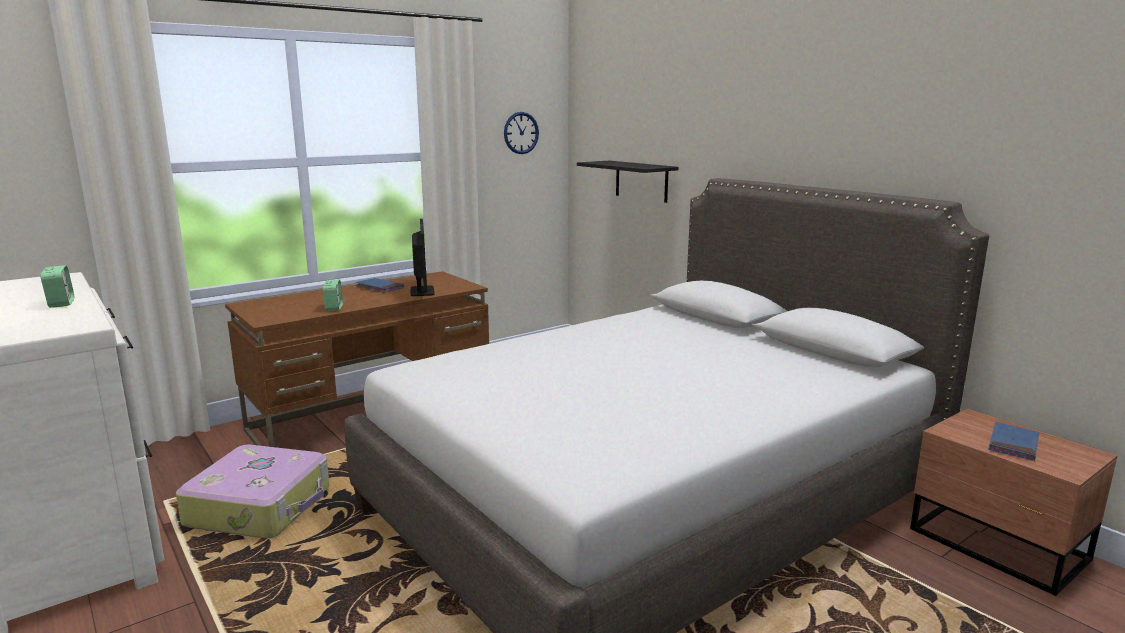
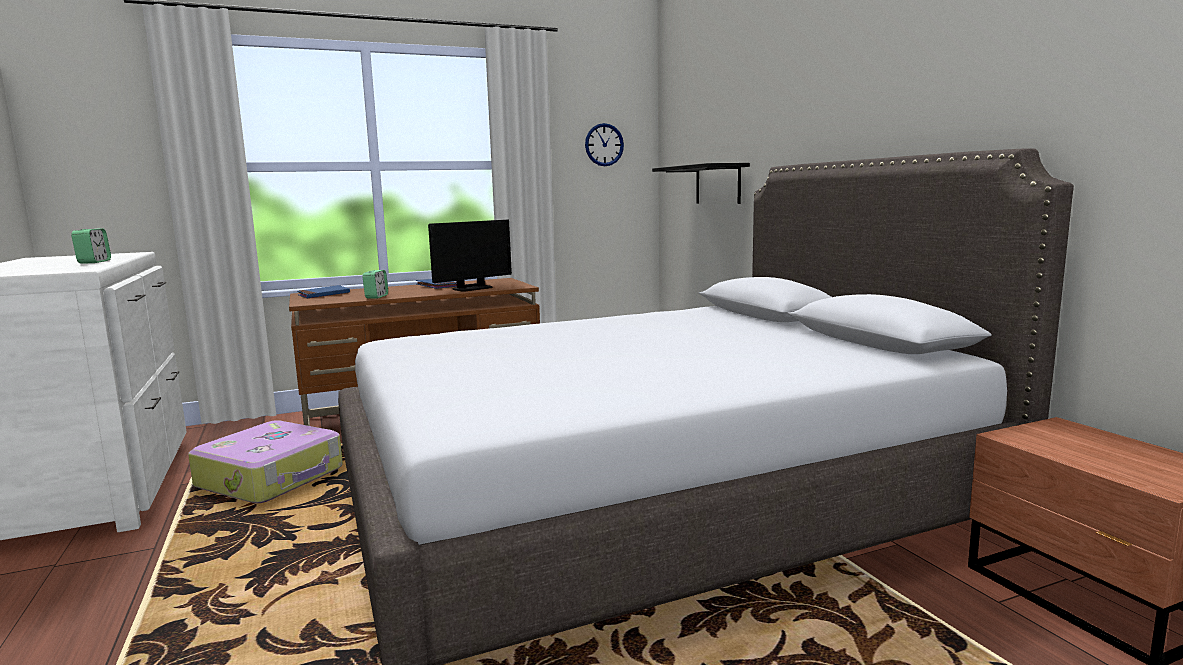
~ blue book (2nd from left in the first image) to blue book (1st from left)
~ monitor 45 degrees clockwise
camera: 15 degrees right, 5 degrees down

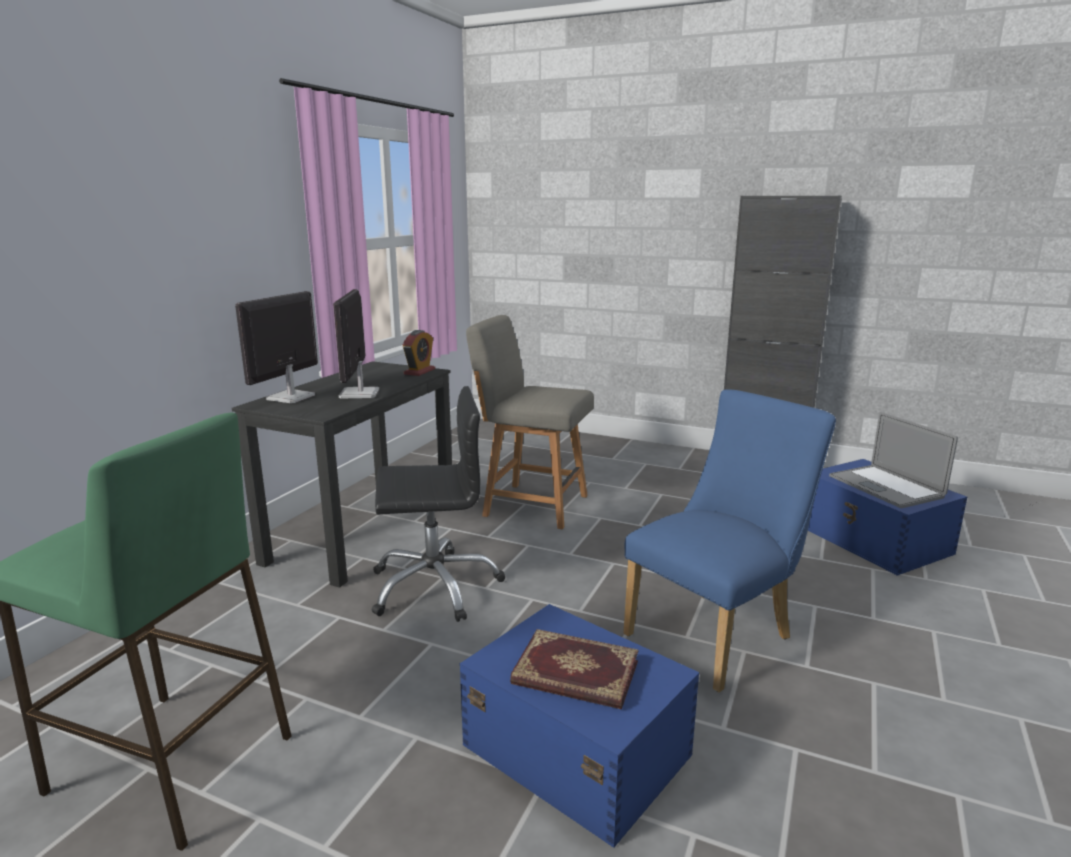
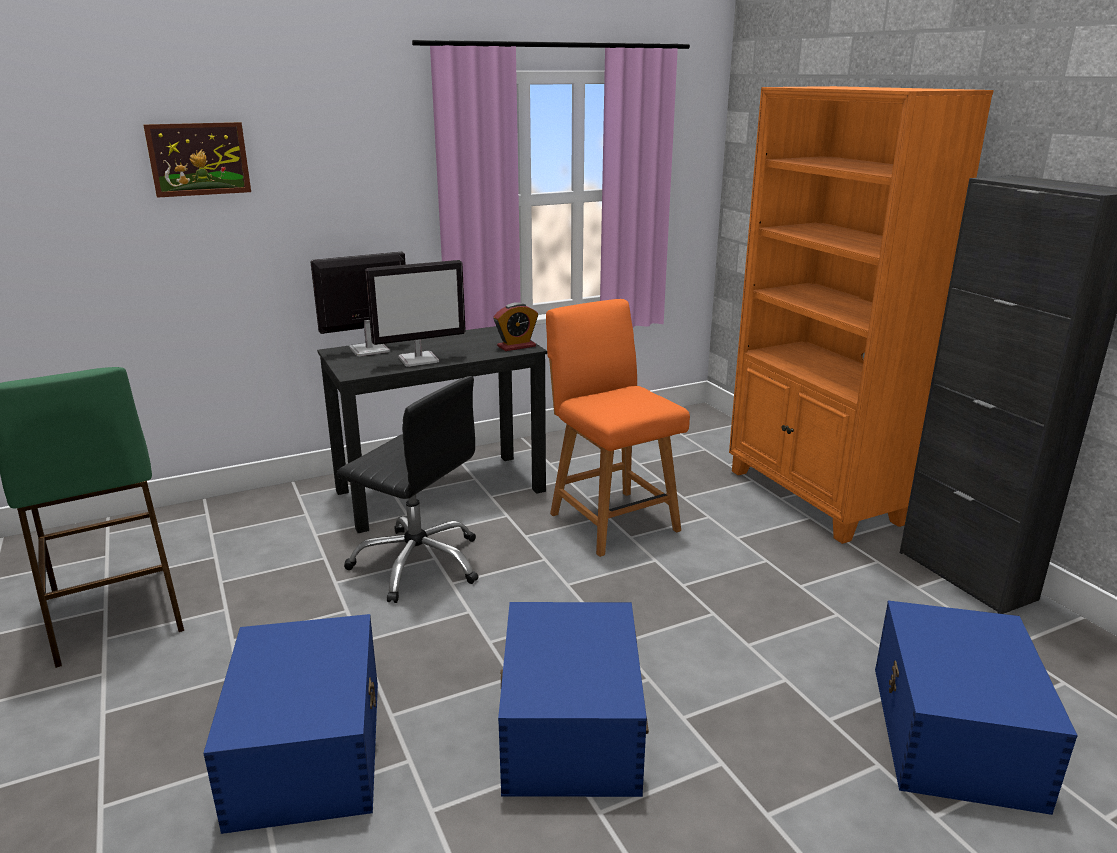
- book
- portable computer
+ wall art
+ orange bookcase
~ blue plain chair to blue storage box (2nd from left)
~ gray plain chair to orange plain chair
~ monitor (2nd from left) 150 degrees counterclockwise
camera: 40 degrees right, 5 degrees up

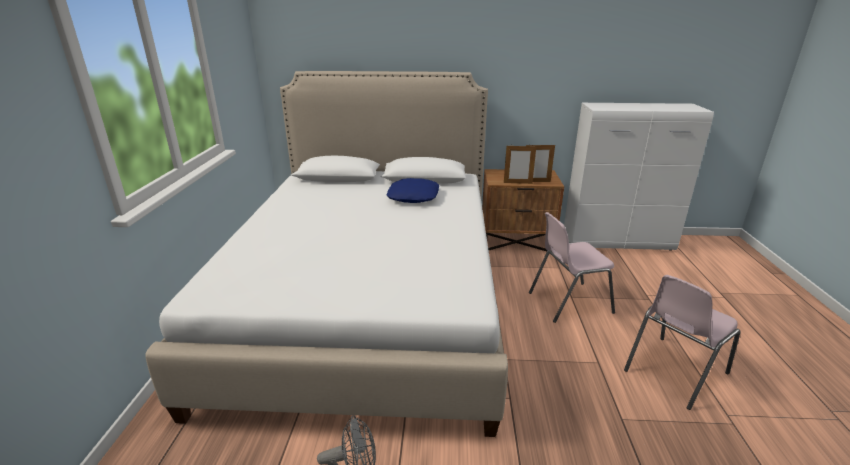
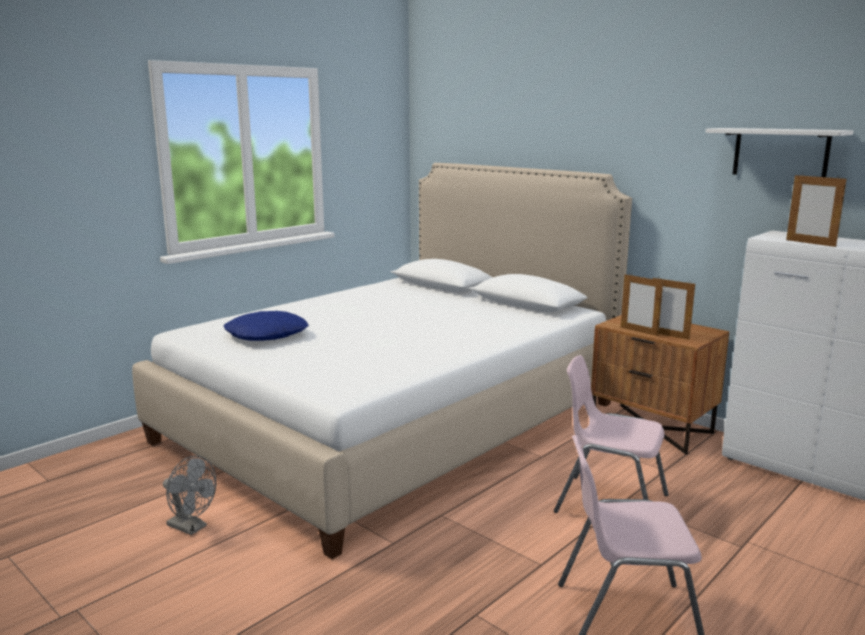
+ white bracket shelf
+ photo frame (3rd from left)
~ blue throw pillow
camera: 40 degrees right, 10 degrees down

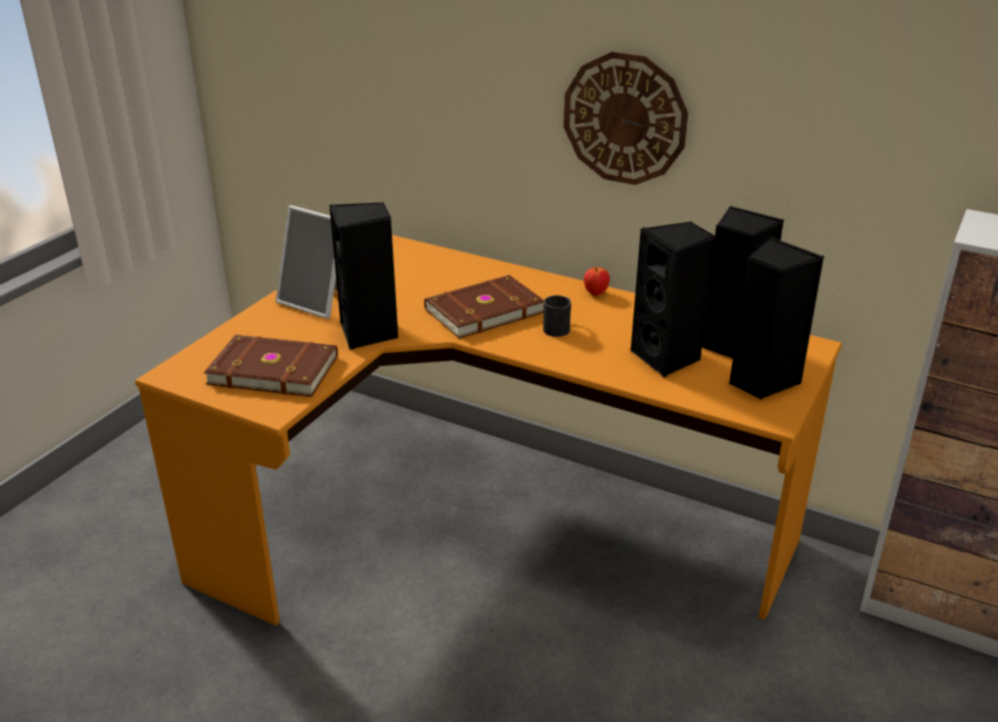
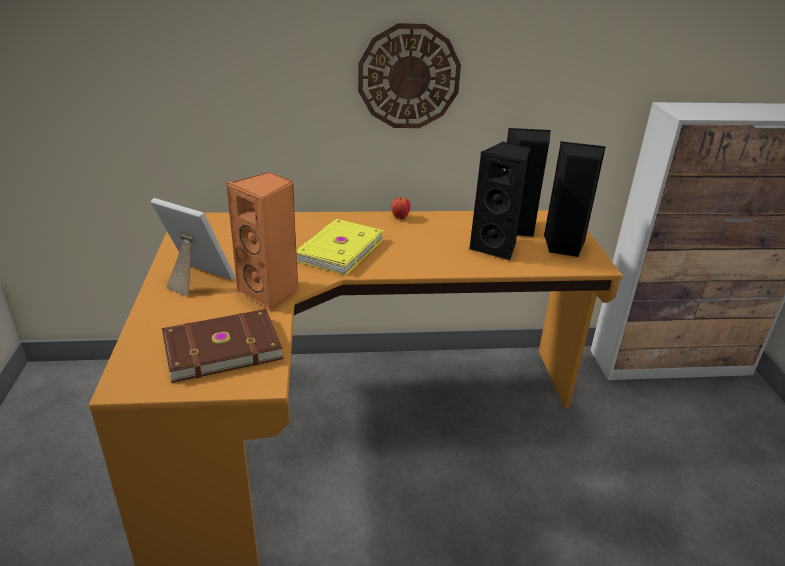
- black coffee mug
~ black speaker (1st from left) to orange speaker
~ brownish book (2nd from left) to yellow book
~ photo frame 150 degrees counterclockwise
camera: 35 degrees left, 0 degrees up

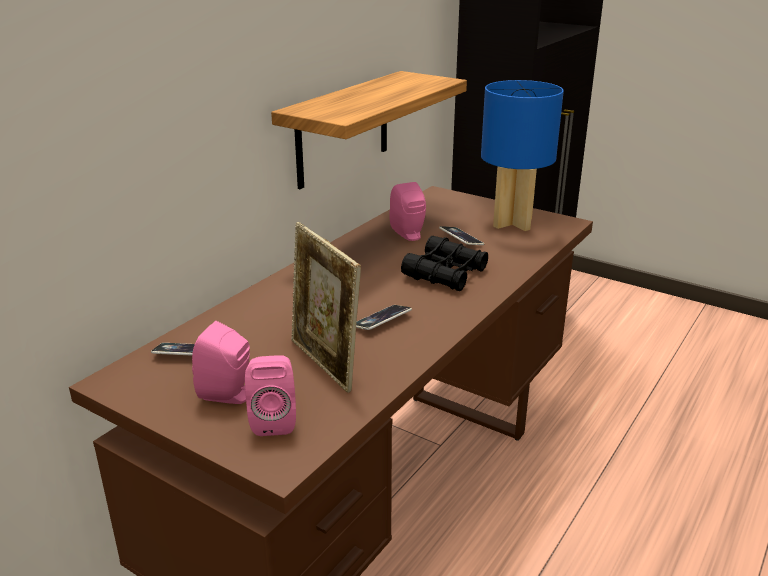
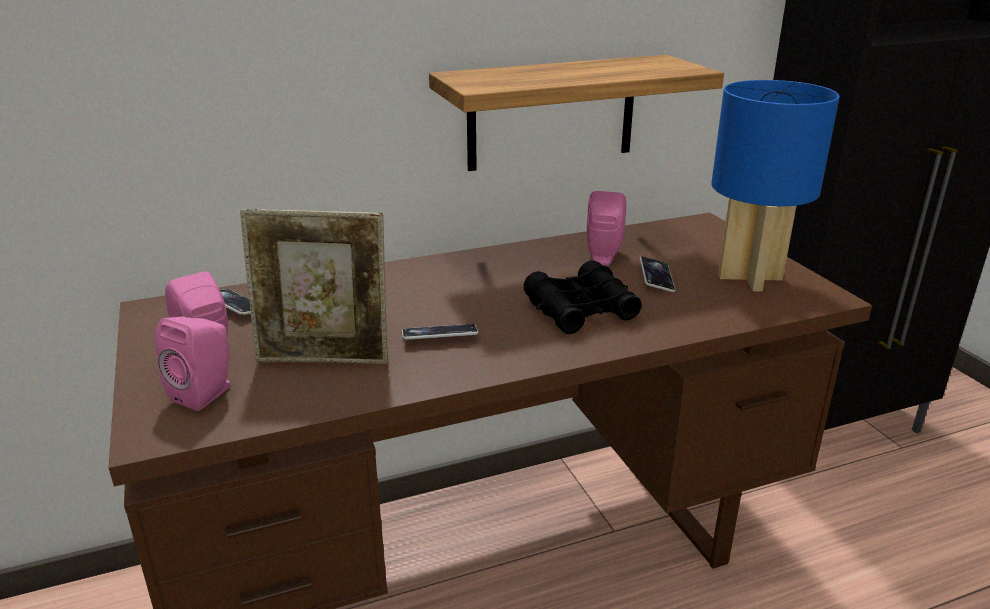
~ photo frame 90 degrees counterclockwise
camera: 35 degrees right, 0 degrees up

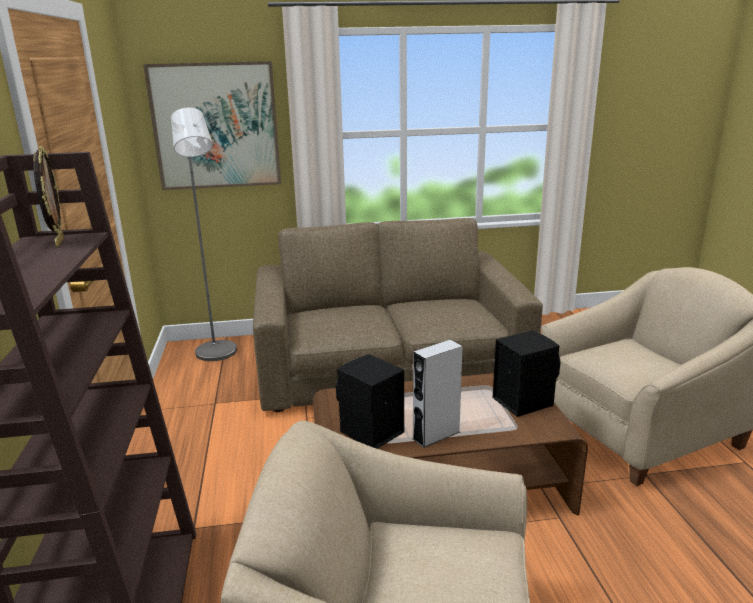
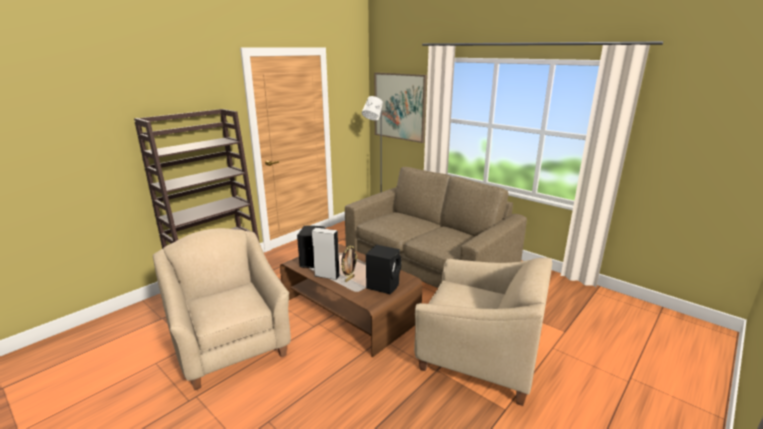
~ photo frame
camera: 50 degrees right, 0 degrees up

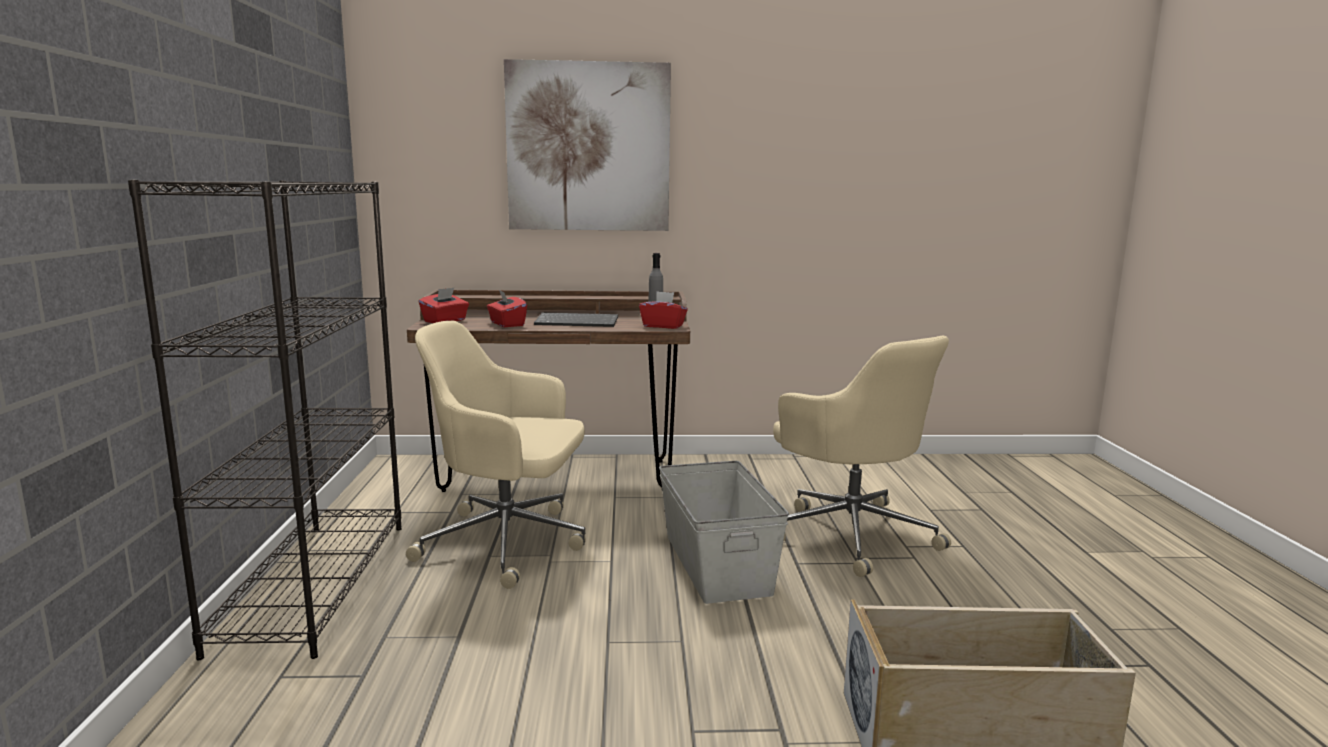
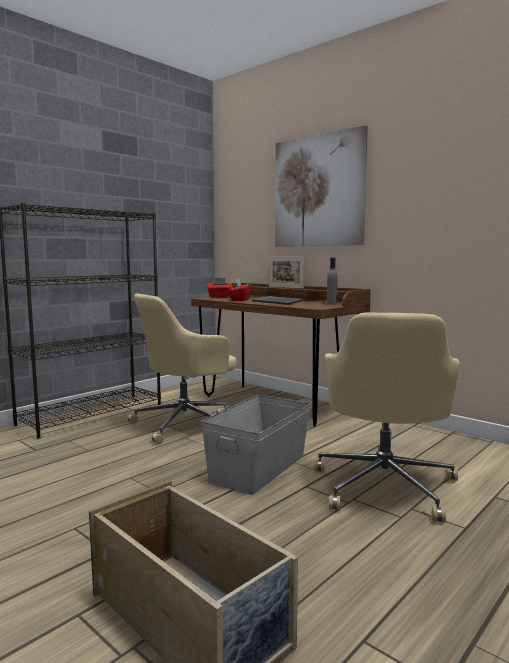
- red tissue box (3rd from left)
+ photo frame
~ sand-coloured office chair (1st from left) 90 degrees counterclockwise
camera: 45 degrees right, 5 degrees down

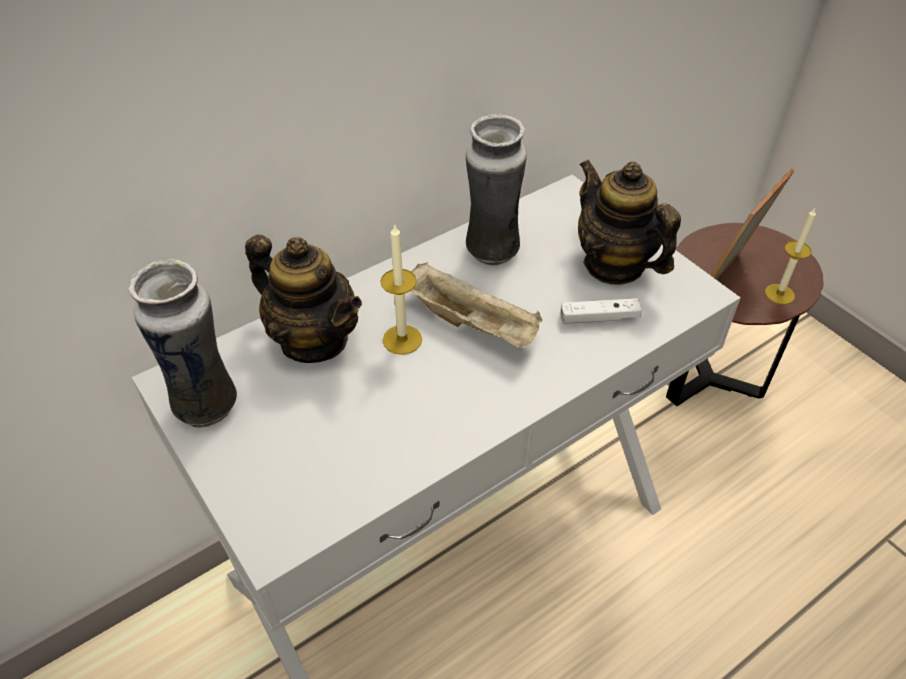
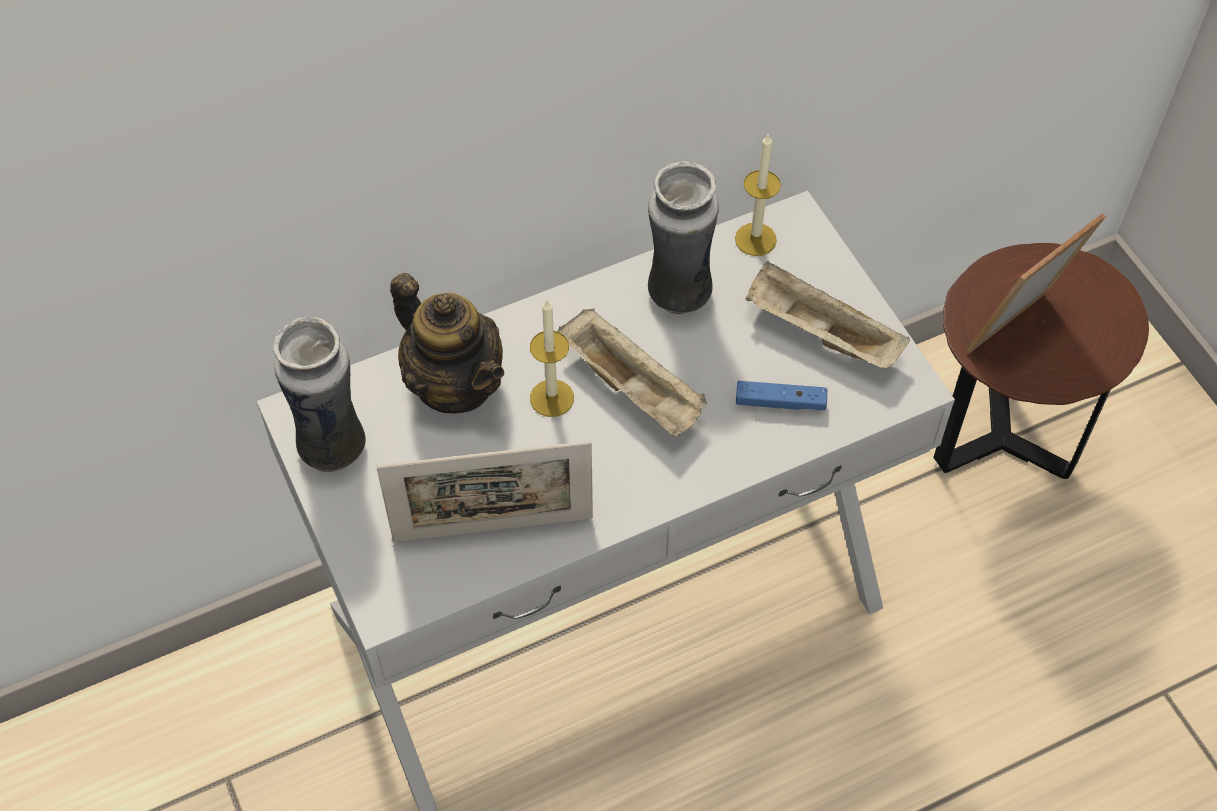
+ photo frame (1st from left)
~ wax candle (2nd from left)
~ pot for tea (2nd from left) to sand-coloured serving tray (2nd from left)
~ white joypad to blue joypad
camera: 10 degrees right, 10 degrees up

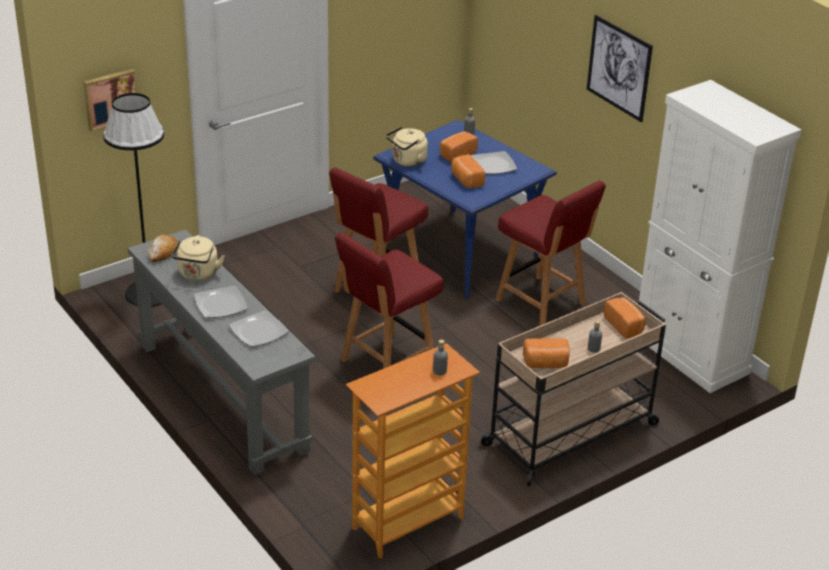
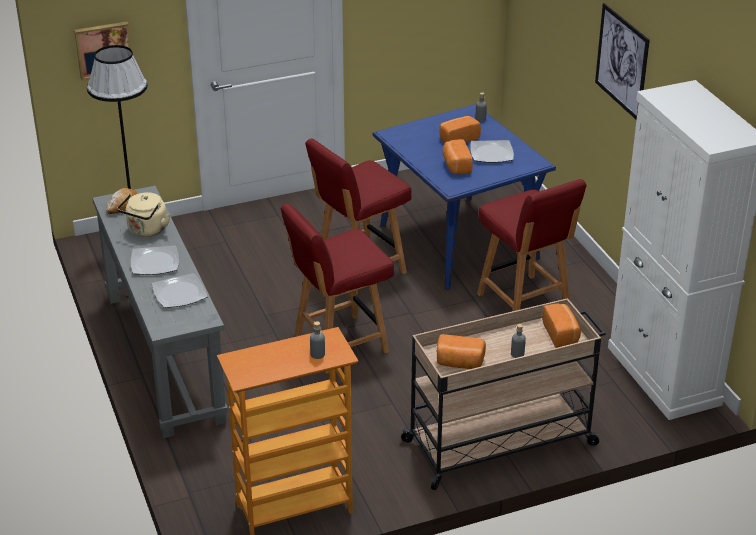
- sand-coloured kettle (2nd from left)
camera: 15 degrees right, 0 degrees up

